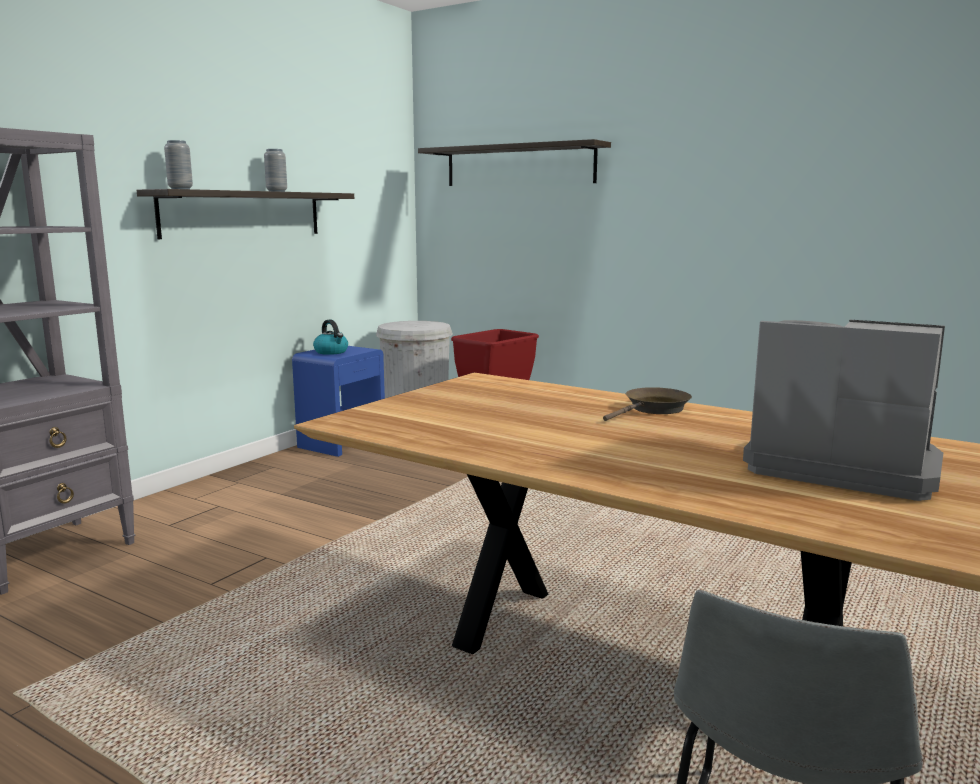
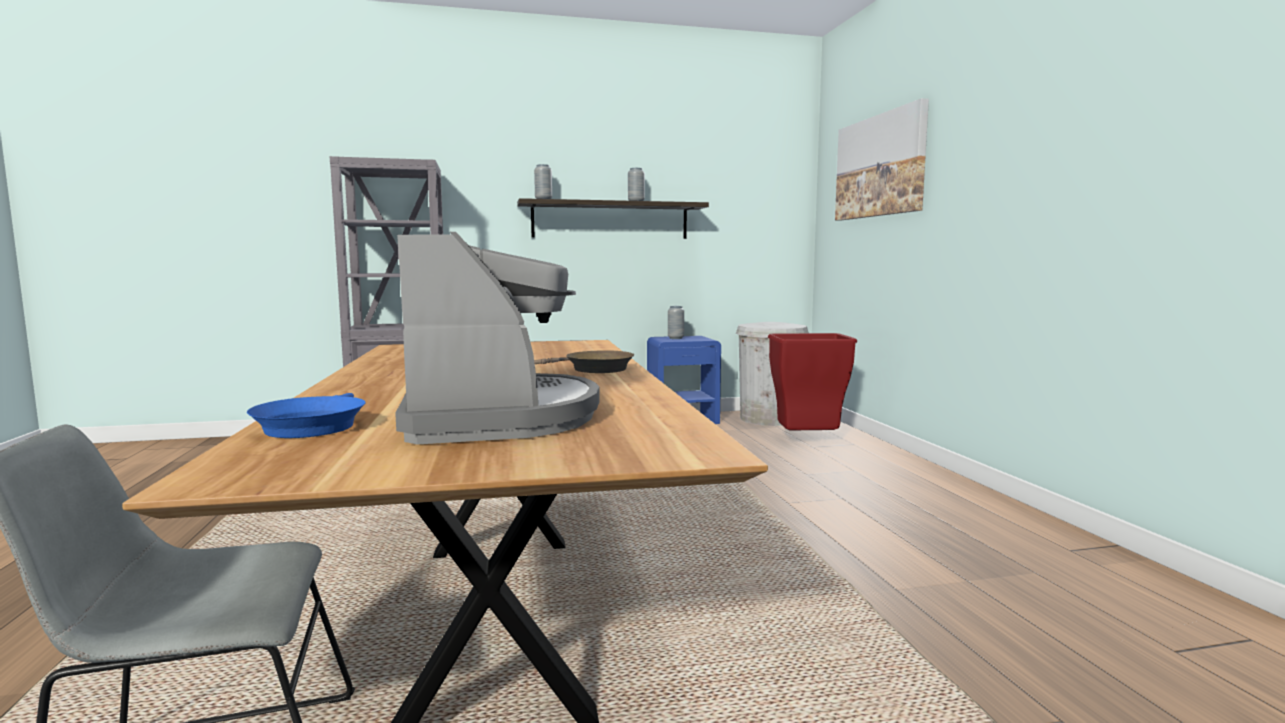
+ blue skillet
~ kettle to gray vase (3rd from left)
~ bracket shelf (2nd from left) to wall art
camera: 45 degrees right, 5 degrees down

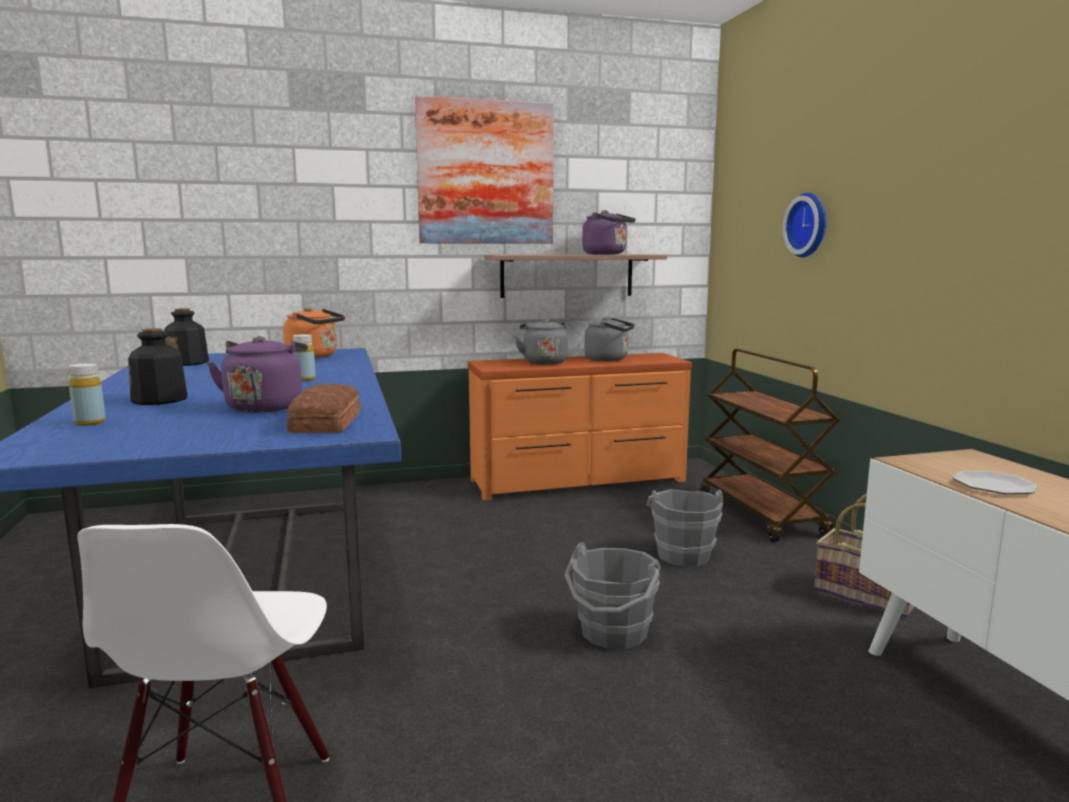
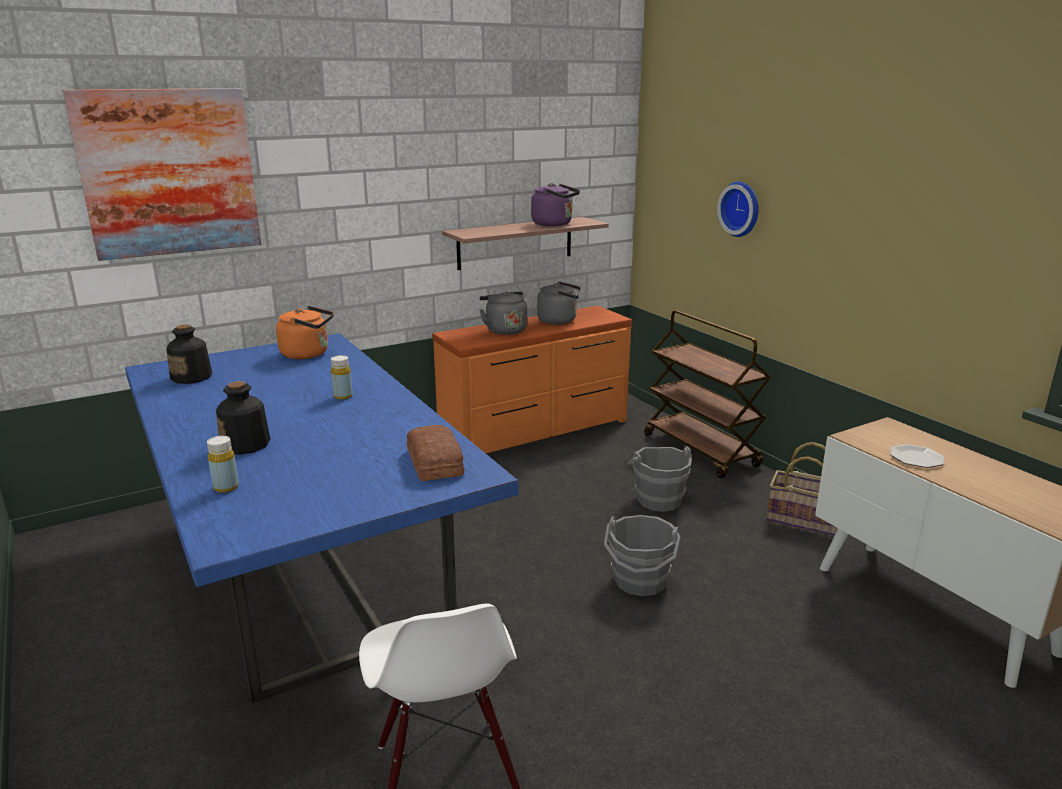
- purple-coloured kettle (1st from left)
~ wall art
camera: 15 degrees left, 10 degrees up

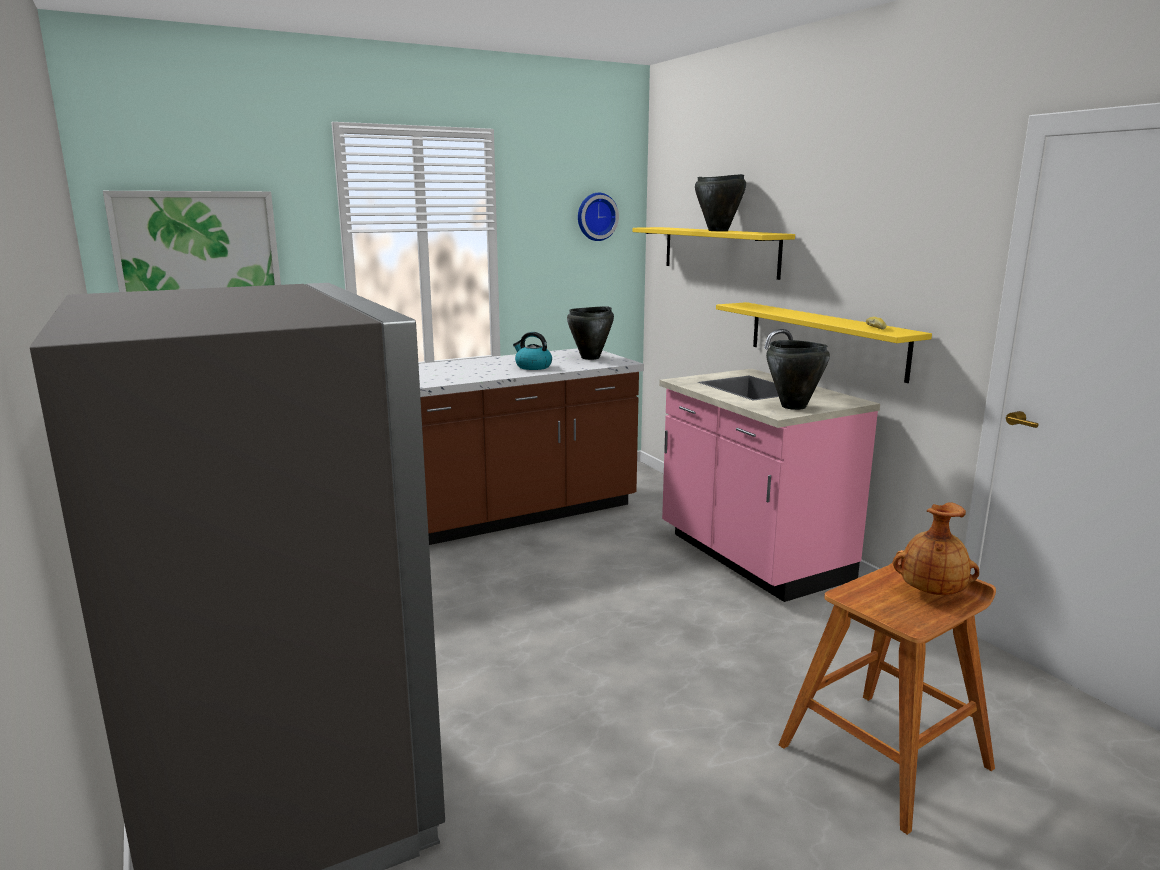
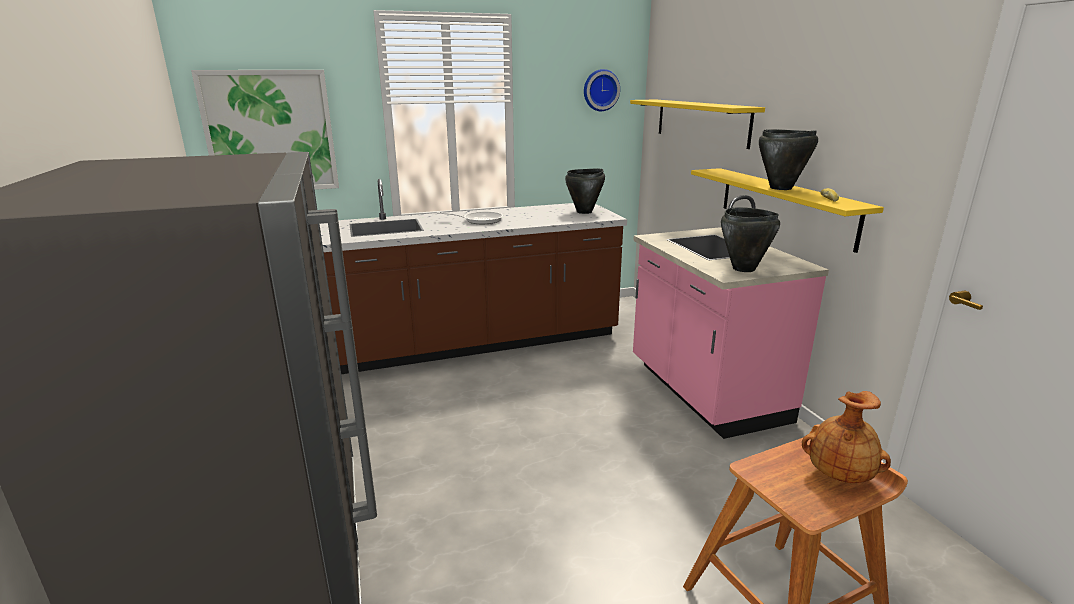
- kettle
+ skillet
~ black stockpot (2nd from left in the first image) to black stockpot (3rd from left)
camera: 10 degrees right, 5 degrees up

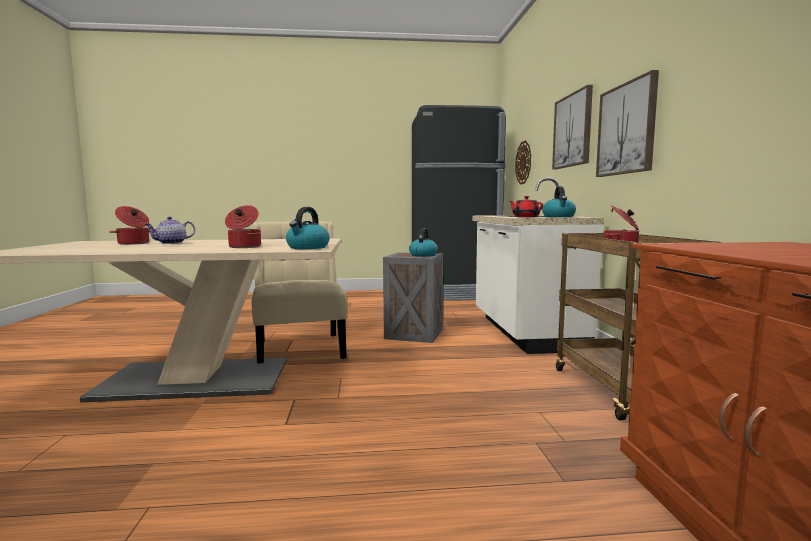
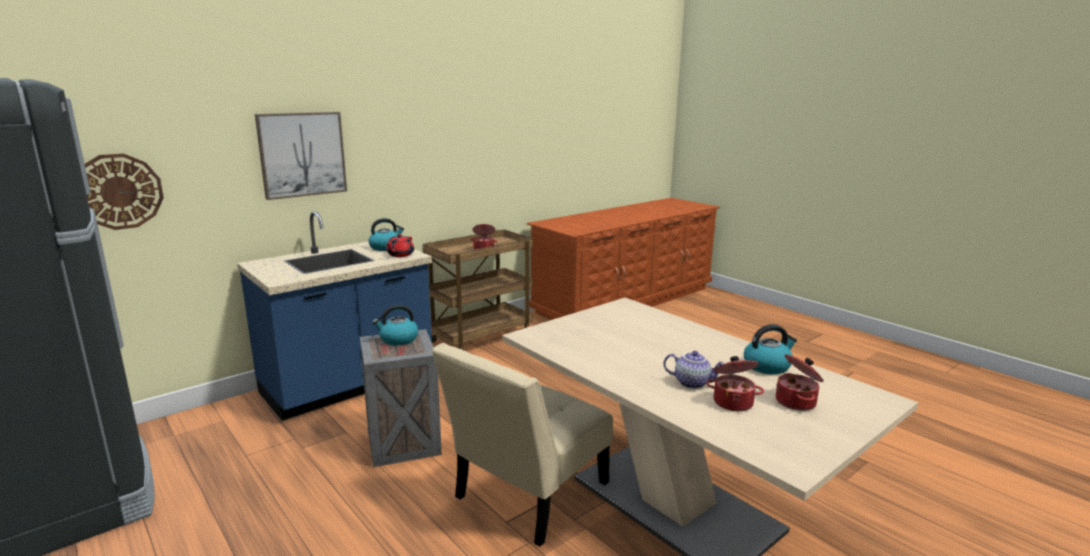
- wall art (2nd from left)
~ stockpot (2nd from left in the first image) to stockpot (3rd from left)
~ kettle (1st from left in the first image) to kettle (3rd from left)
~ white kitchen base unit to blue kitchen base unit
camera: 125 degrees left, 10 degrees up

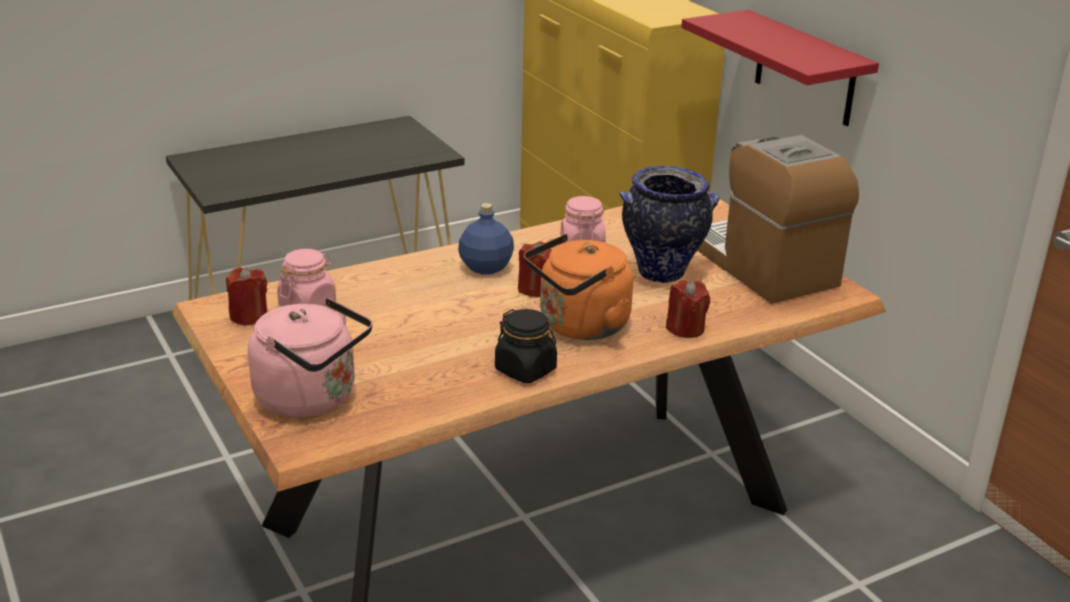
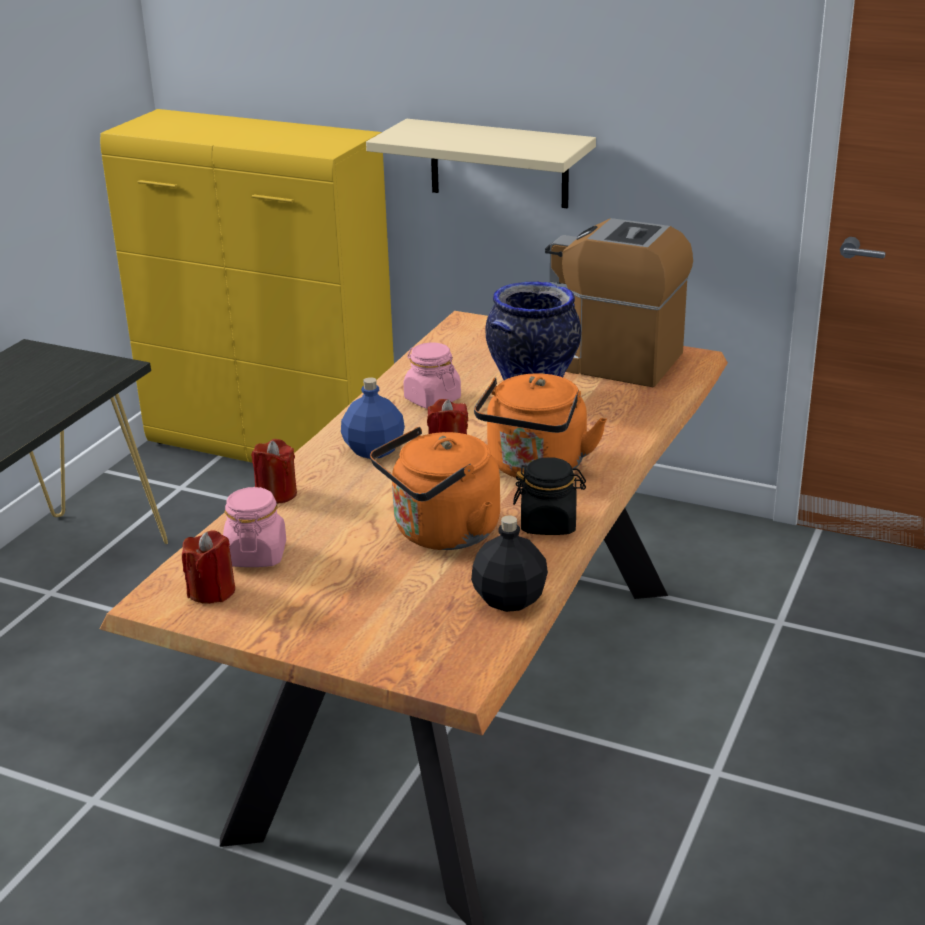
- pink-coloured kettle
+ orange kettle (1st from left)
+ black beverage bottle
~ red wax candle (3rd from left in the first image) to red wax candle (2nd from left)
~ red bracket shelf to sand-coloured bracket shelf
camera: 35 degrees left, 0 degrees up

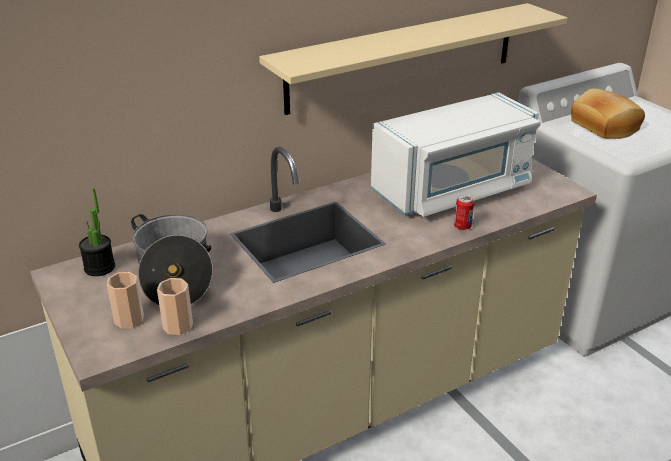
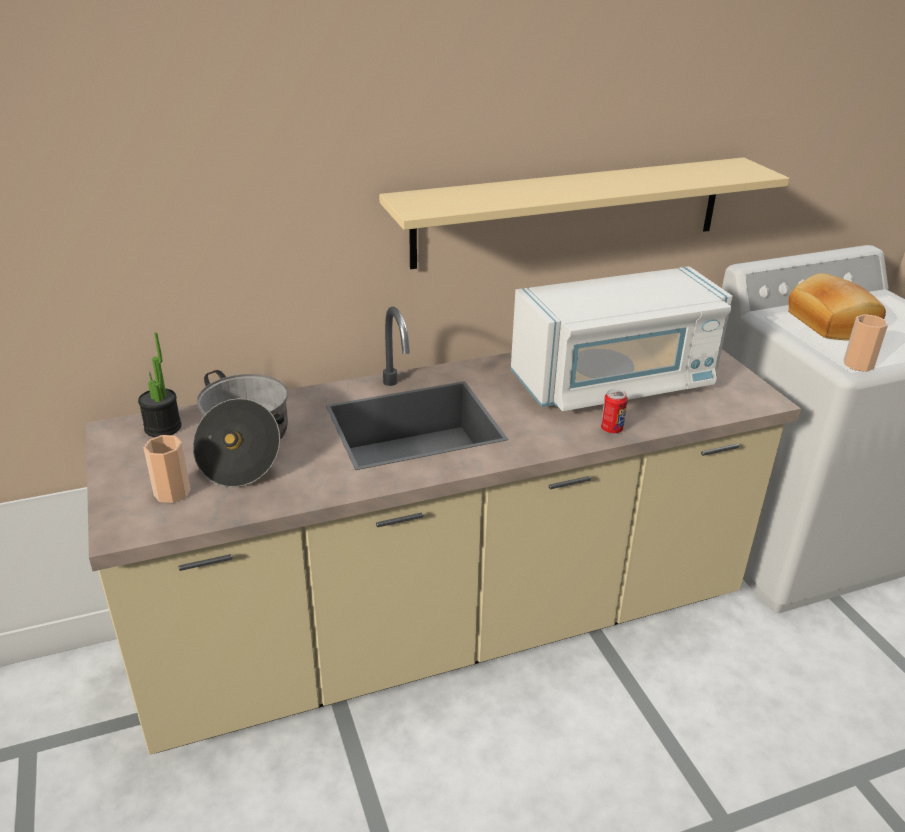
~ small cup (2nd from left)
camera: 10 degrees right, 0 degrees up

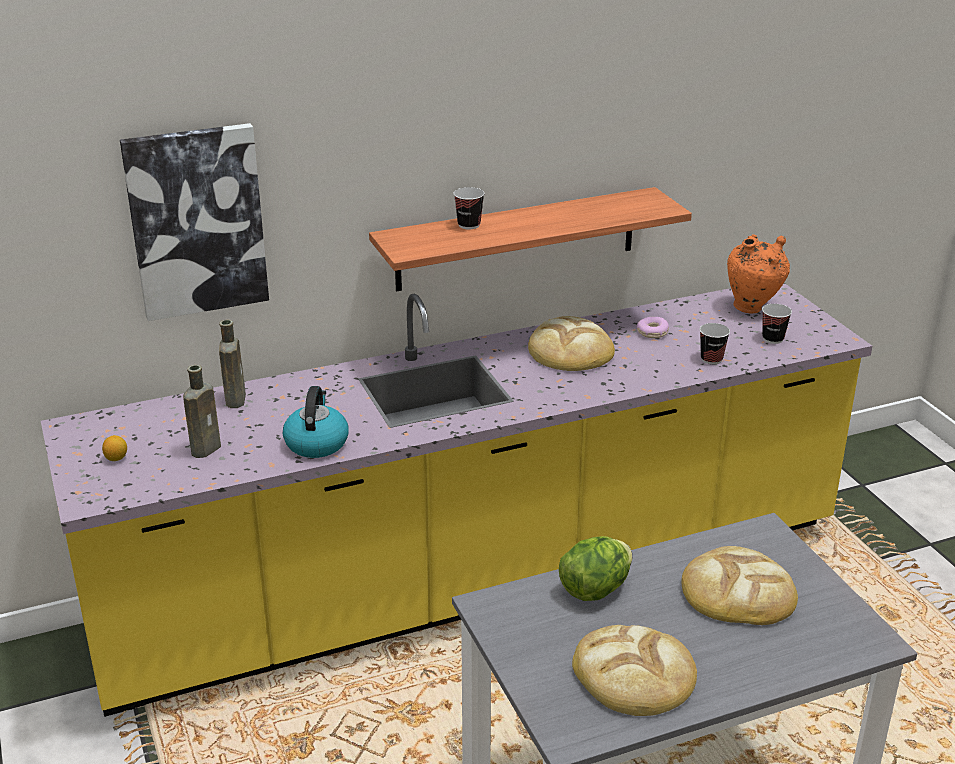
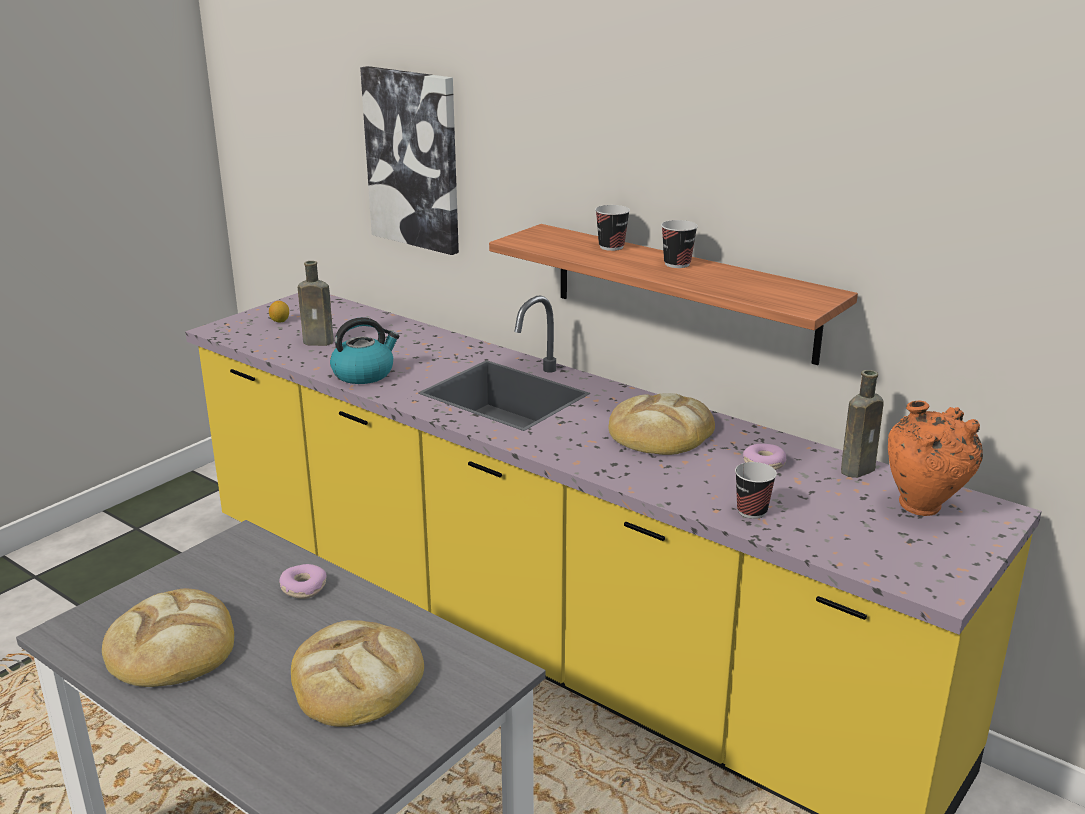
~ brownish beverage bottle (2nd from left)
~ small cup (3rd from left in the first image) to small cup (2nd from left)
~ lettuce to donut (1st from left)
camera: 60 degrees right, 5 degrees down

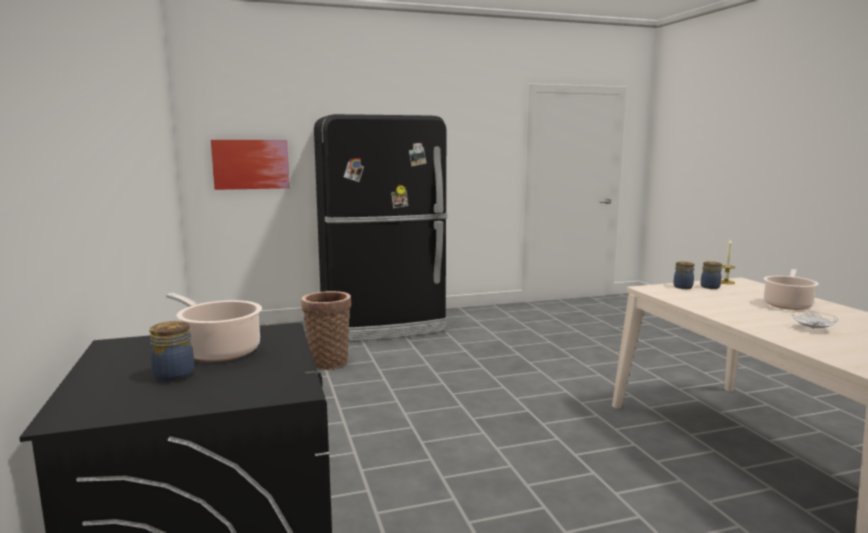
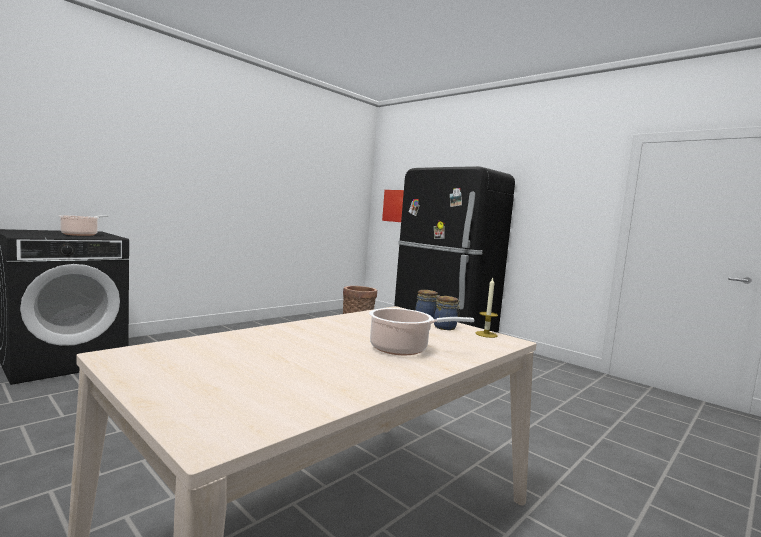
- jar (1st from left)
- white dinner plate
camera: 60 degrees right, 5 degrees down

